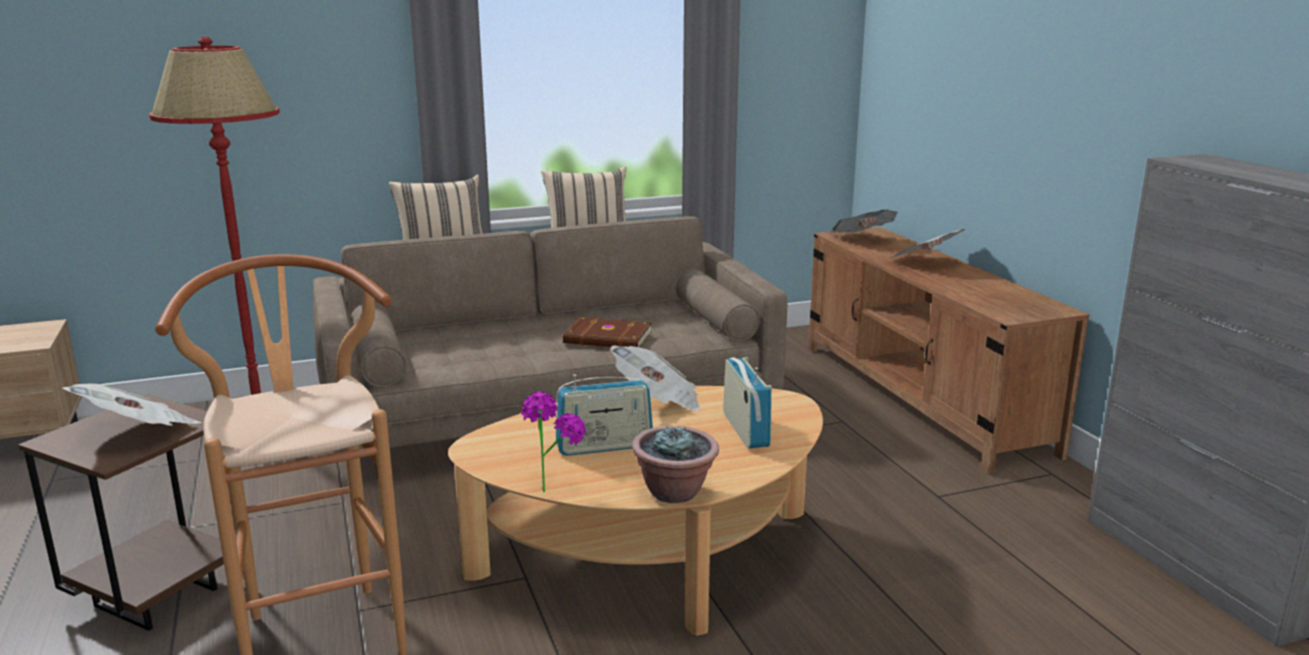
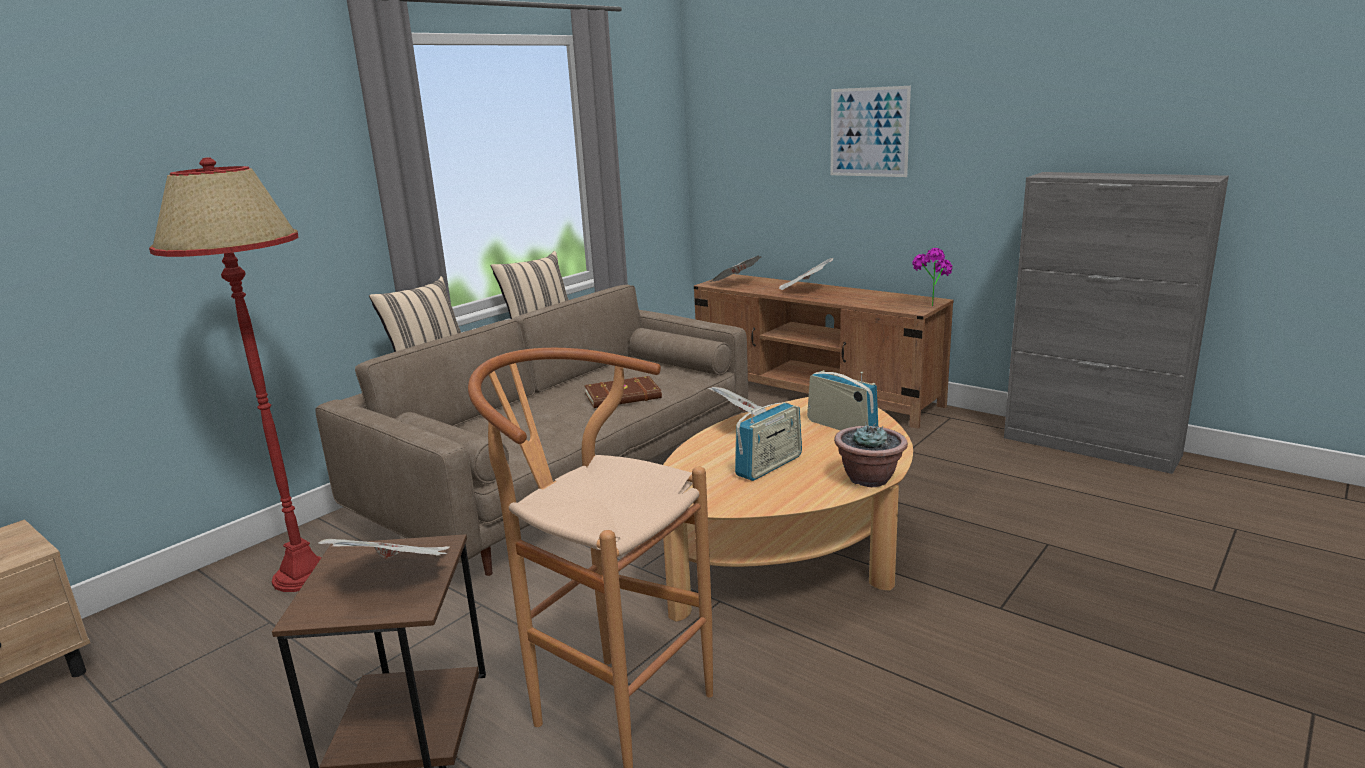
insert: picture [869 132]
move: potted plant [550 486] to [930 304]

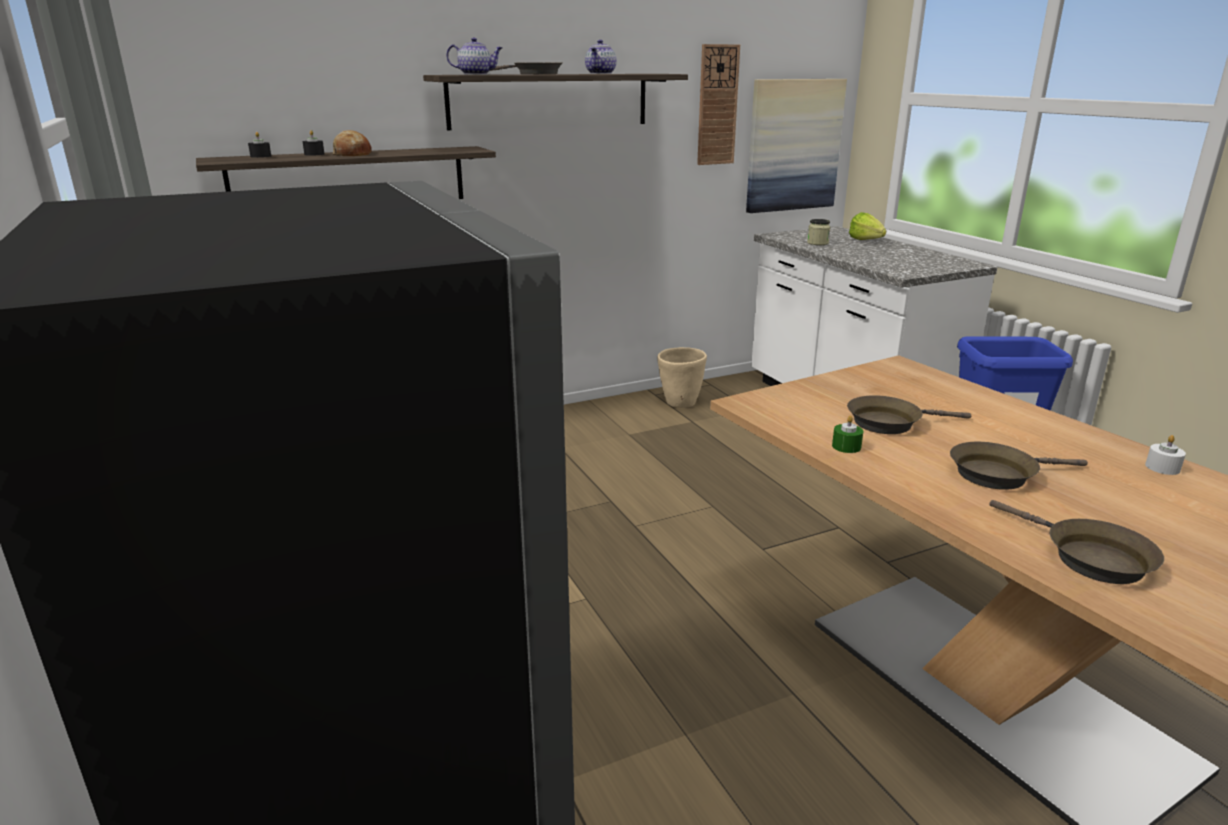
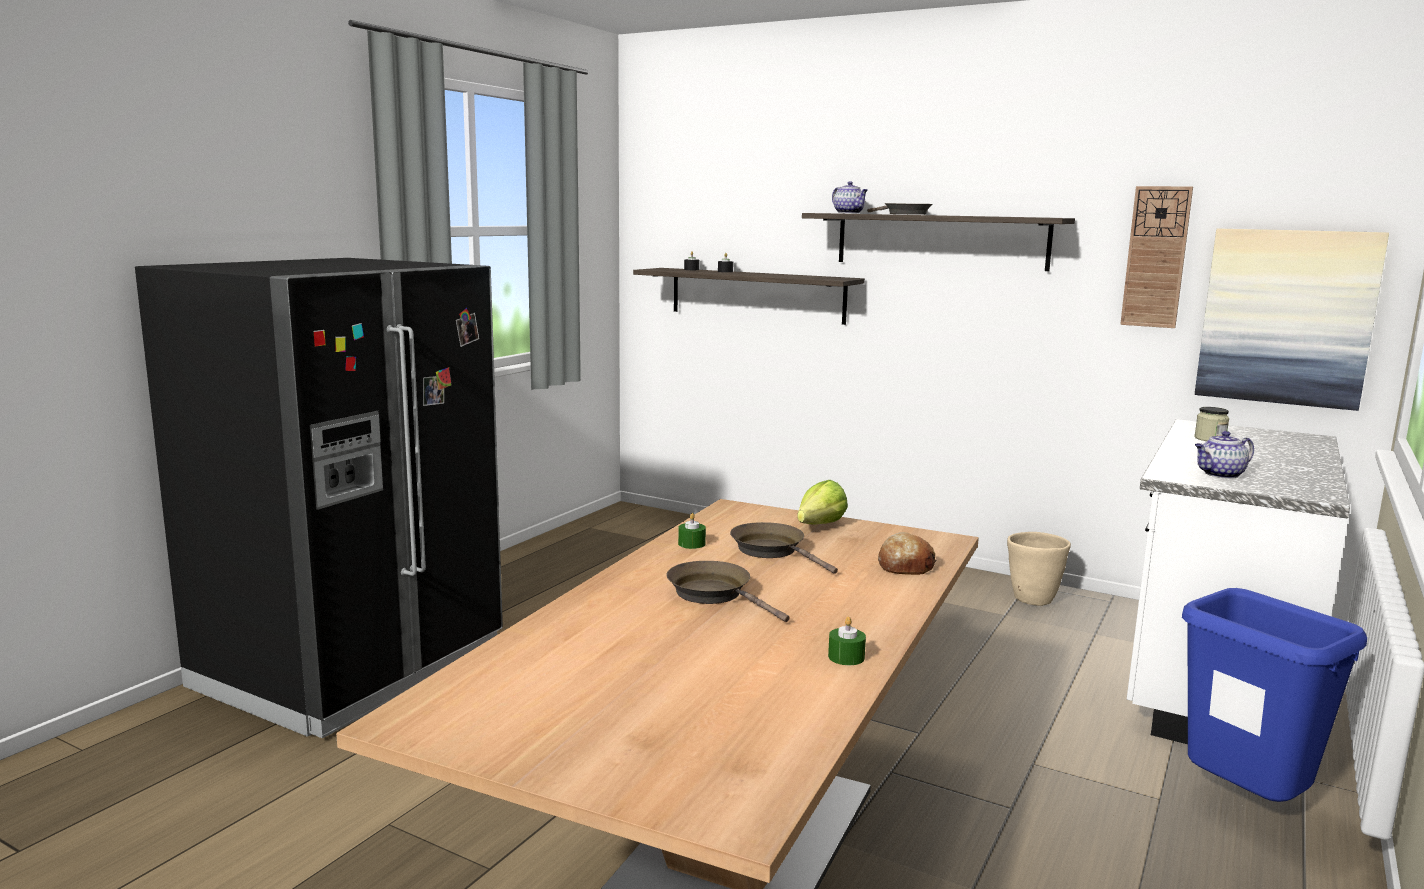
delete: frying pan (brown) [1089 558]
move: bread [352 154] to [905 566]; teapot [600 73] to [1220 475]; lettuce [867 241] to [815 528]
recolor: candle (white) [1162 467] to candle (green) [846 657]

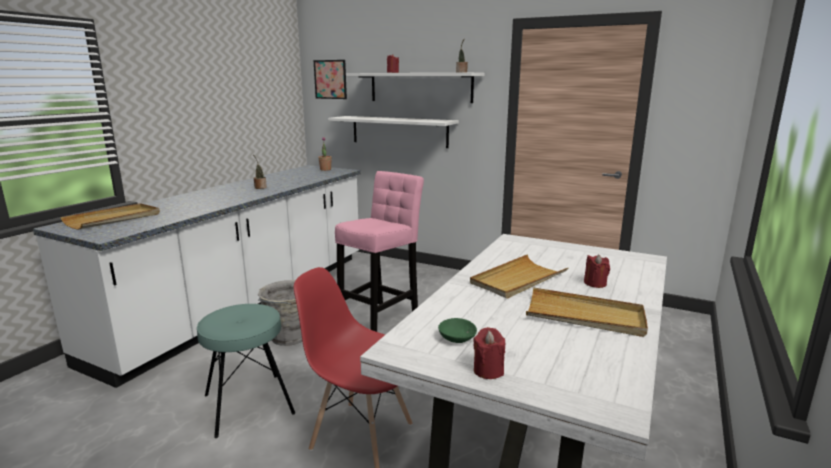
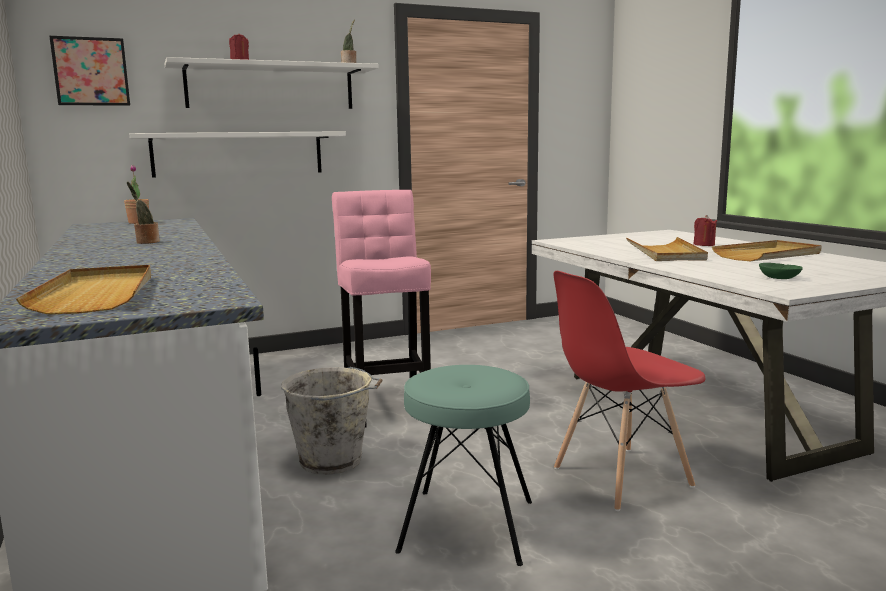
delete: candle (red) [488 370]

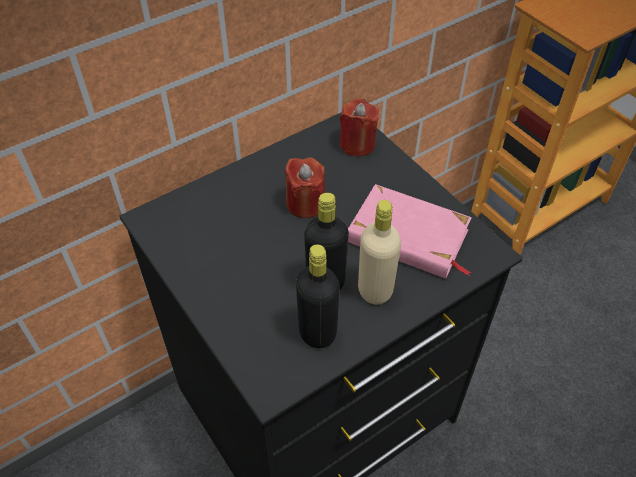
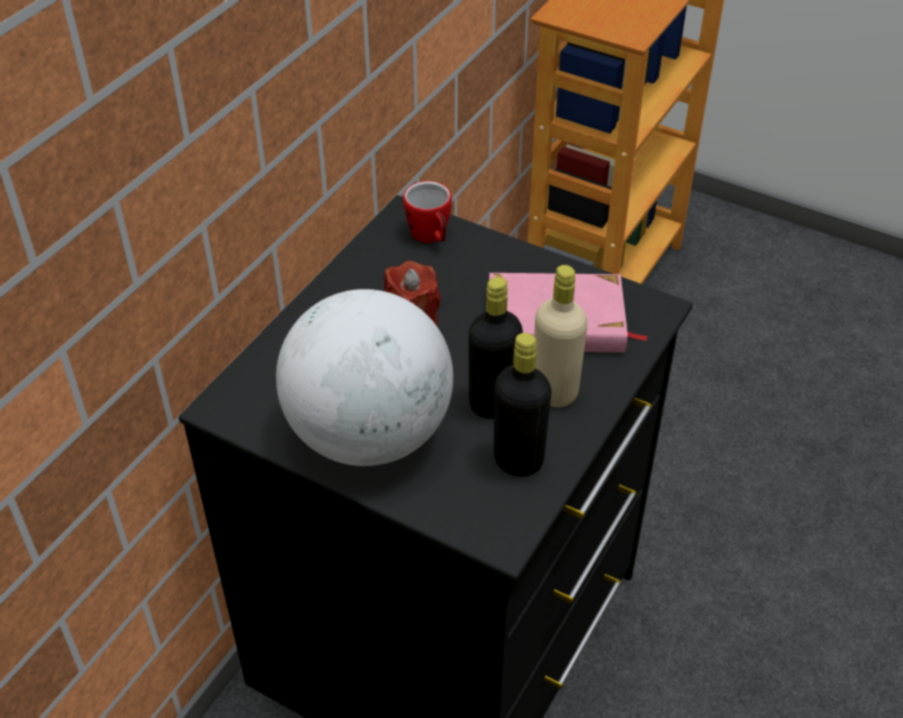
insert: globe [369 435]
replace: candle (red) [357 144] to mug [431 237]

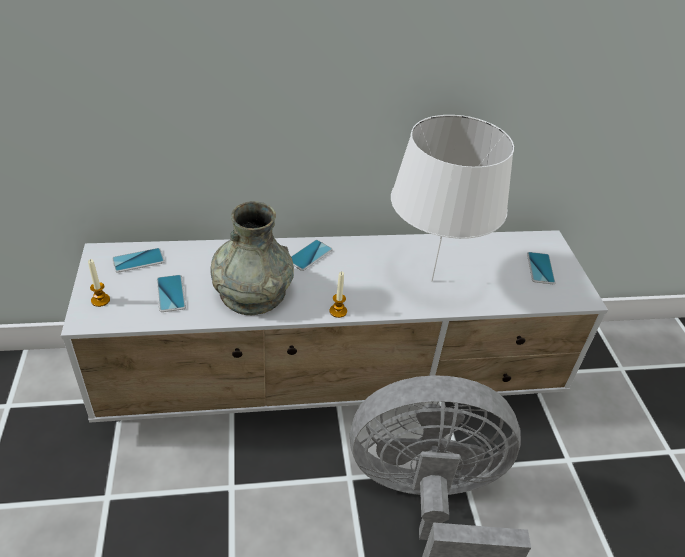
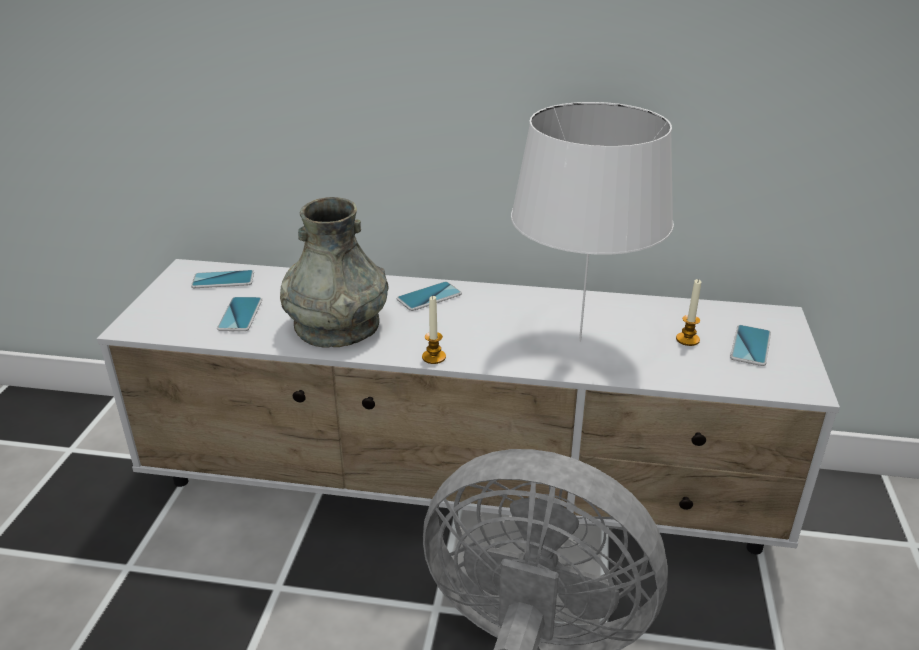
move: candle [100 300] to [687 339]

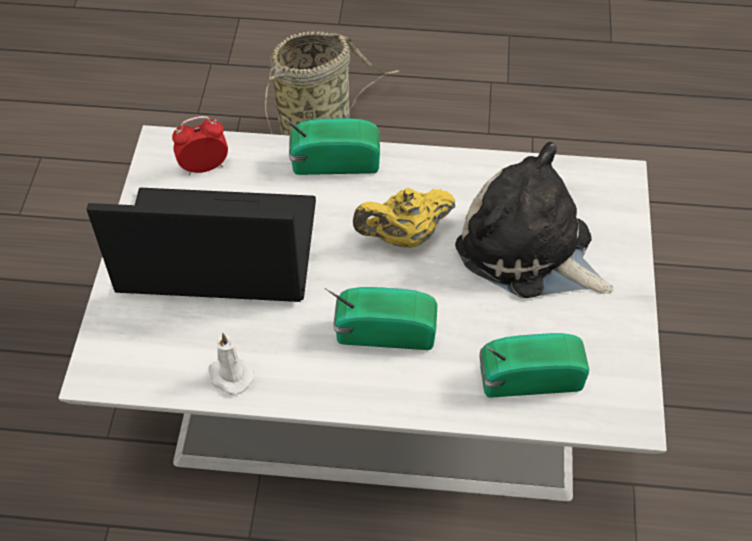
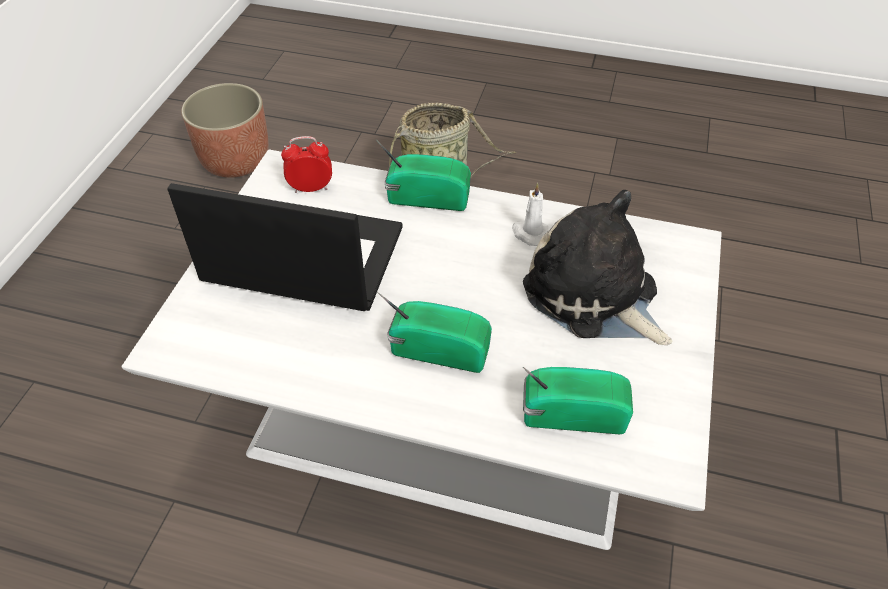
delete: teapot (yellow) [404 237]
insert: planter [236 160]
move: candle (white) [230 376] to [530 233]

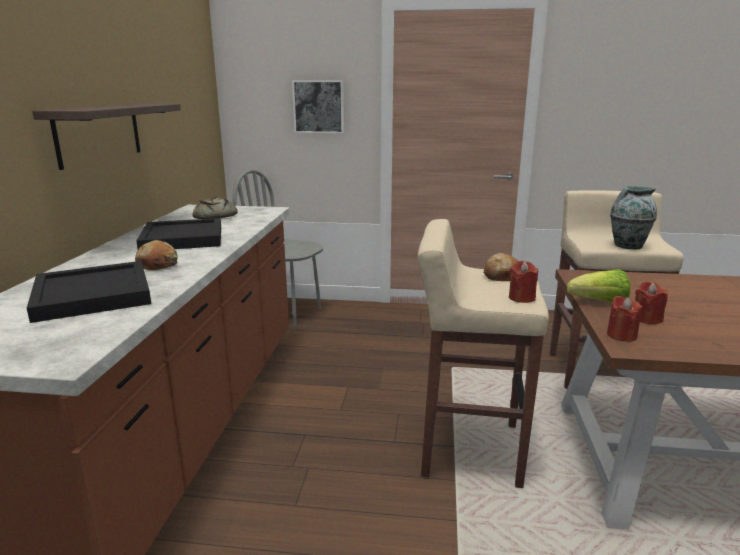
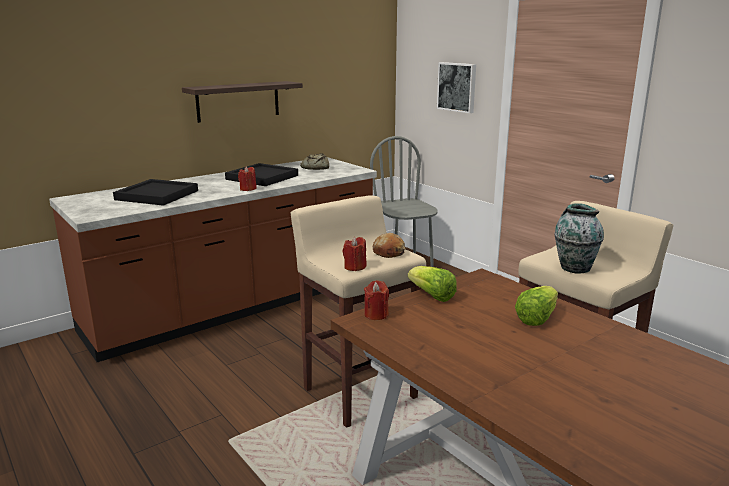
delete: bread [158 264]
insert: lettuce [536 318]
move: candle (red) [647 319] to [248 189]

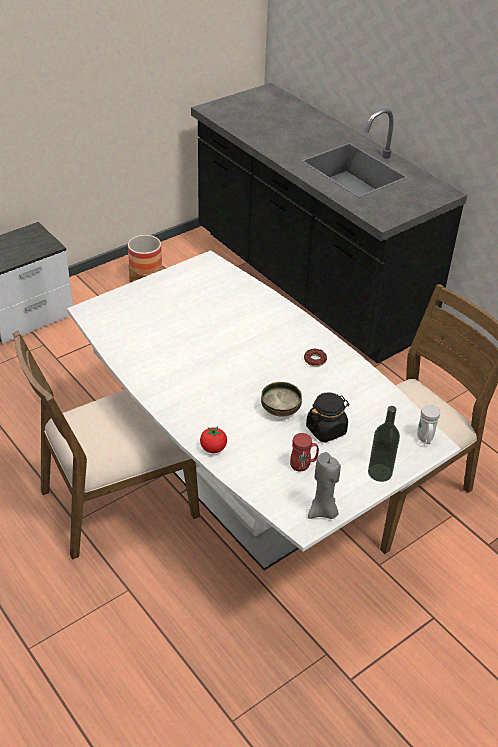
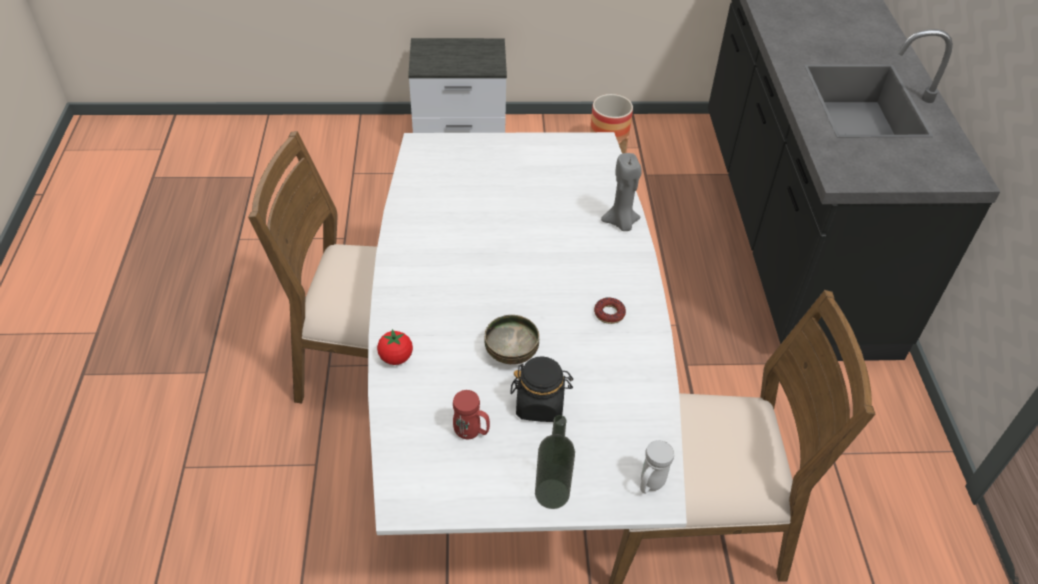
move: candle (grey) [323 512] to [621 223]

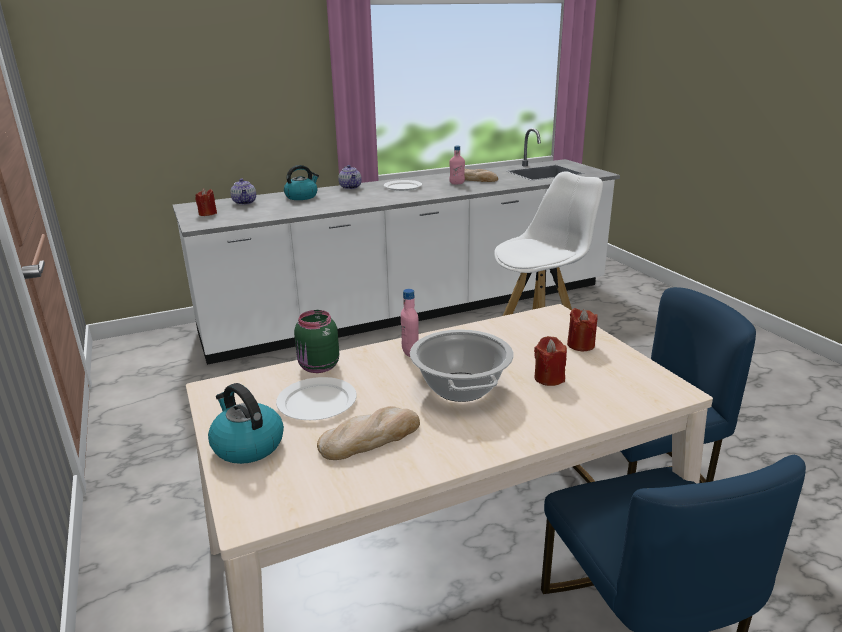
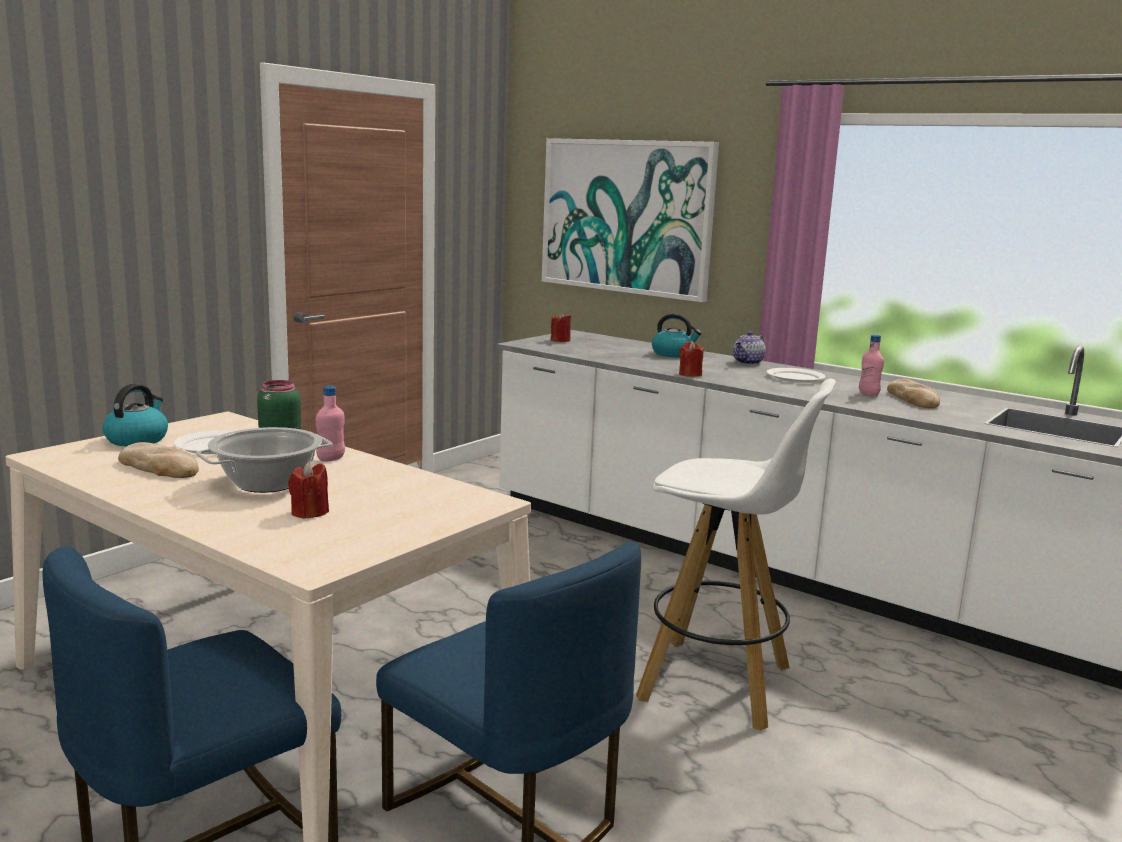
delete: teapot [245 202]
insert: picture [626 216]
move: candle (red) [580 345] to [690 374]

